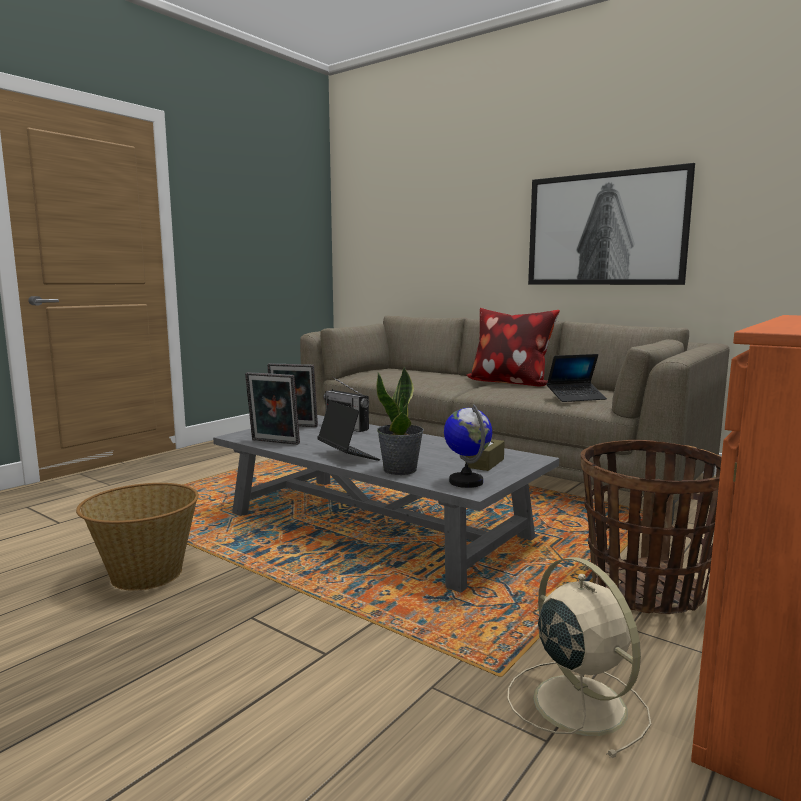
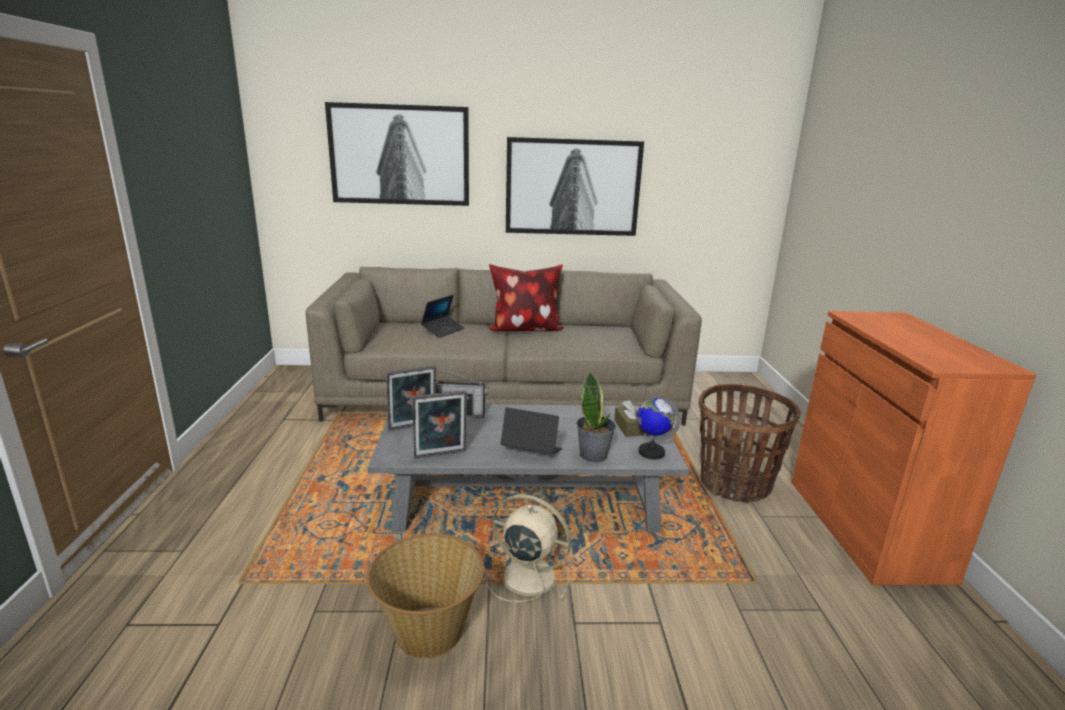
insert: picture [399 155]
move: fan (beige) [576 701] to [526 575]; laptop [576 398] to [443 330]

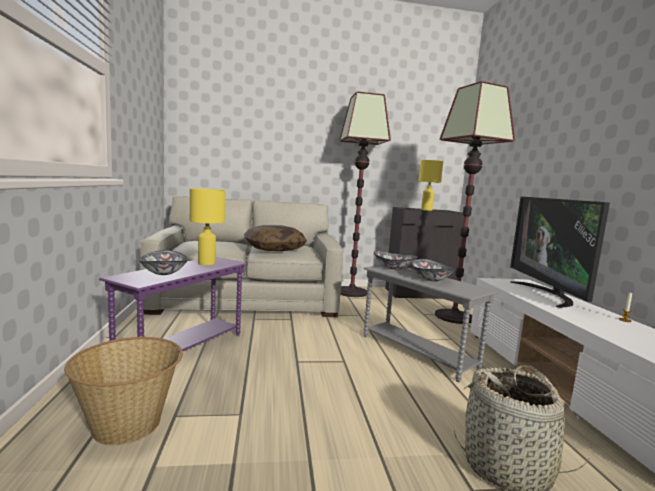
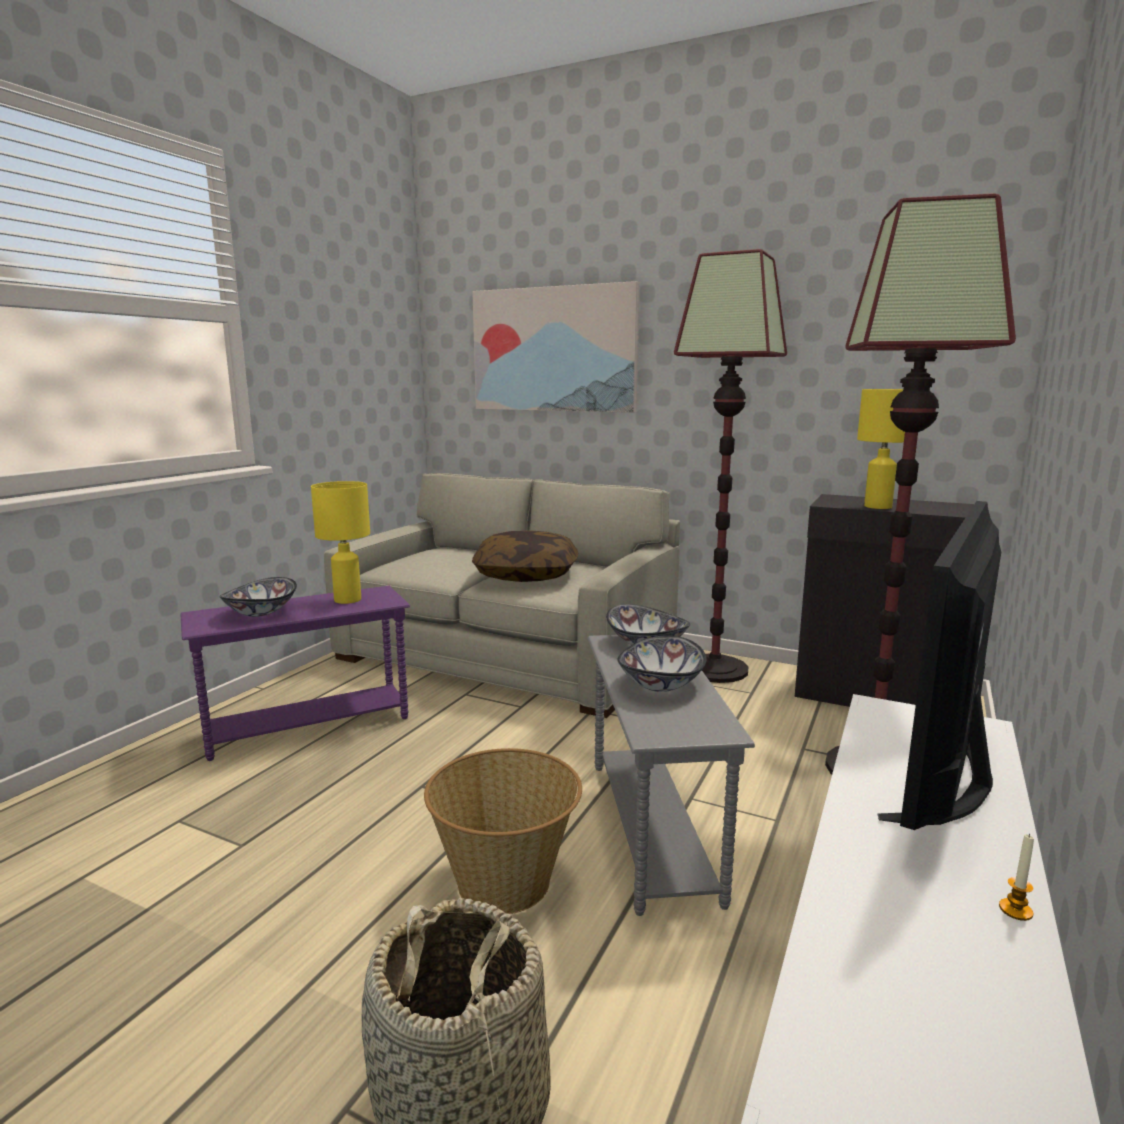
insert: picture [554 350]
move: basket [128 424] to [505 883]

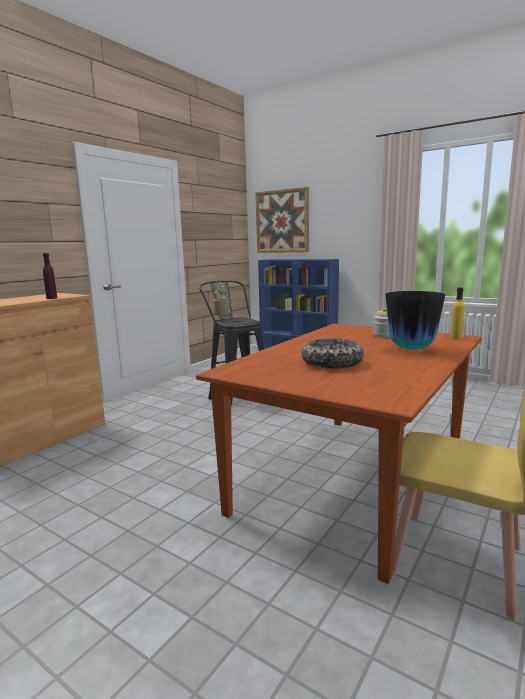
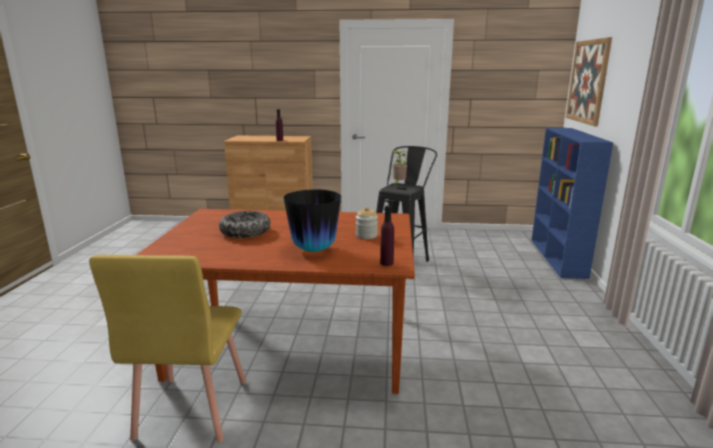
recolor: bottle (yellow) [456 338] to bottle (purple) [386 263]

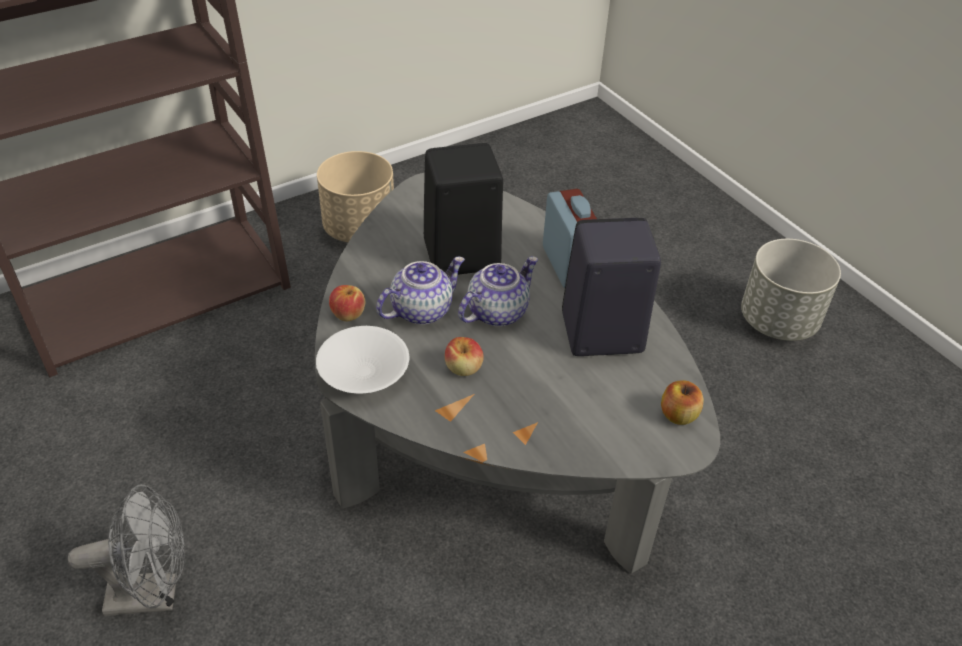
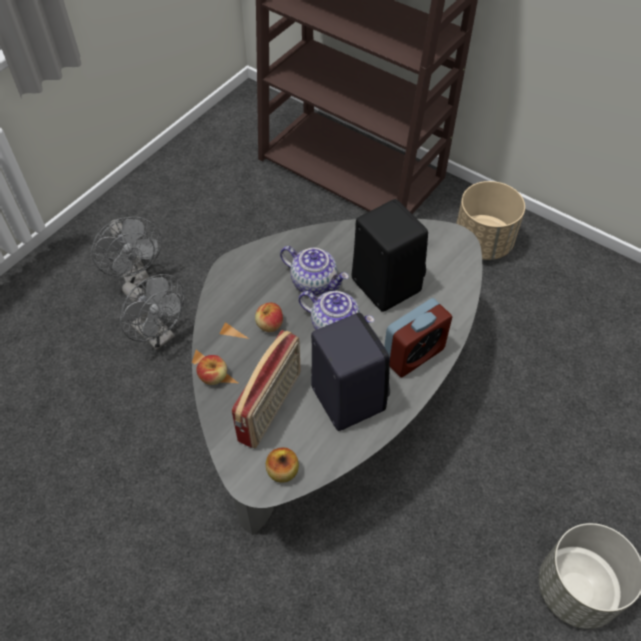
delete: bowl (white) [365 373]
insert: fan (grey) [158 336]; radio [271 407]
move: apple [348 313] to [213 376]

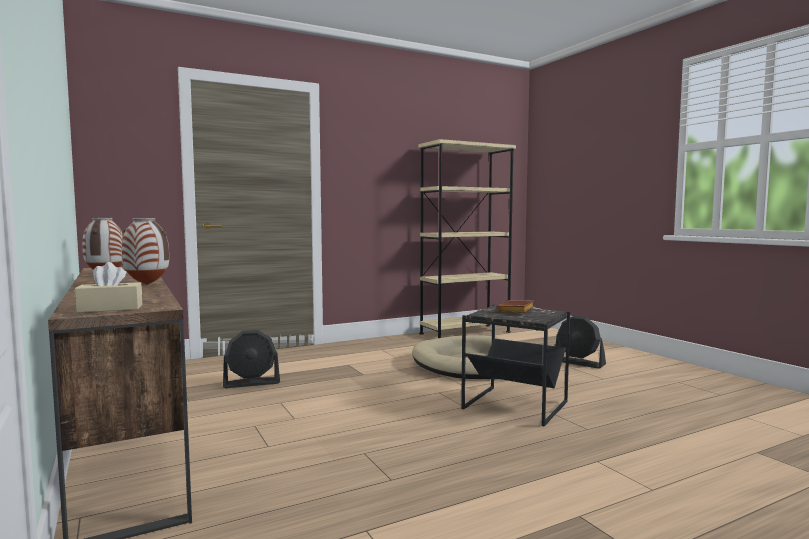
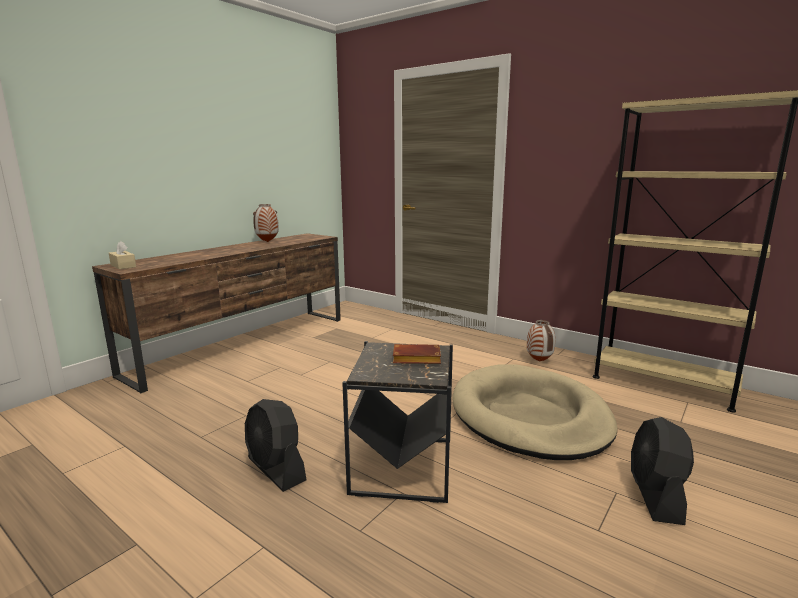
move: vase [148 284] to [539 361]; fan (black) [252 383] to [276 469]

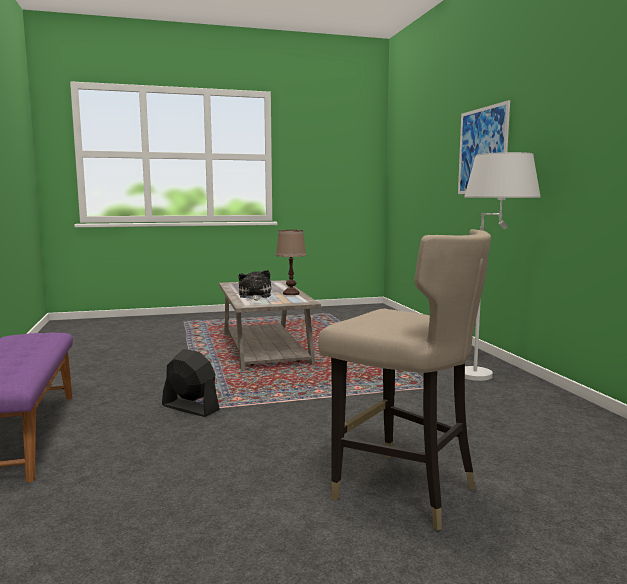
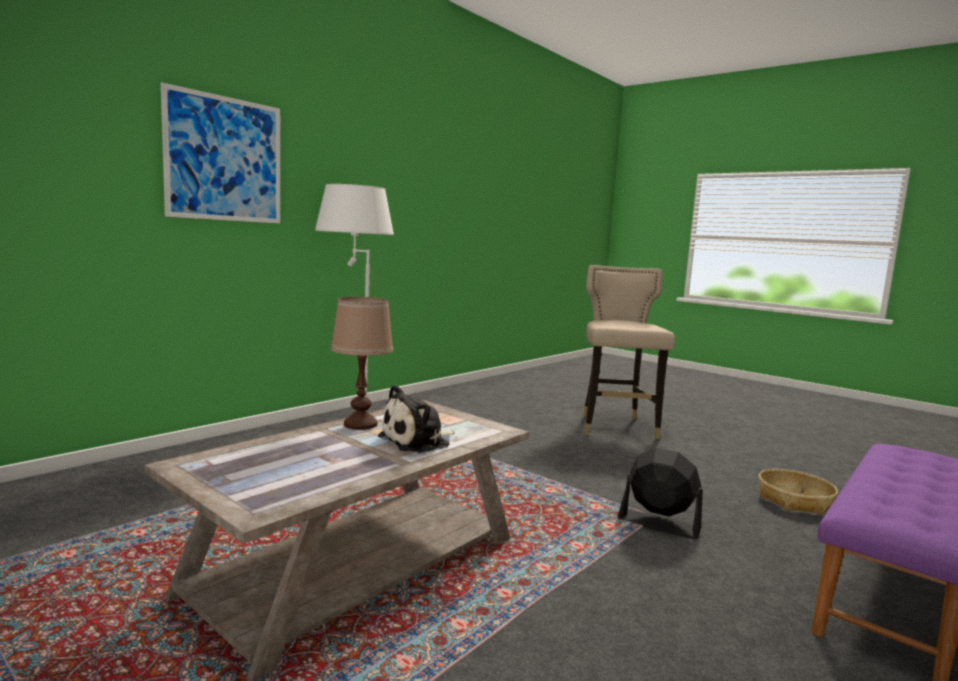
insert: basket [795 500]
rotate: fan (black) [190 408] = [658 524] 120 degrees clockwise

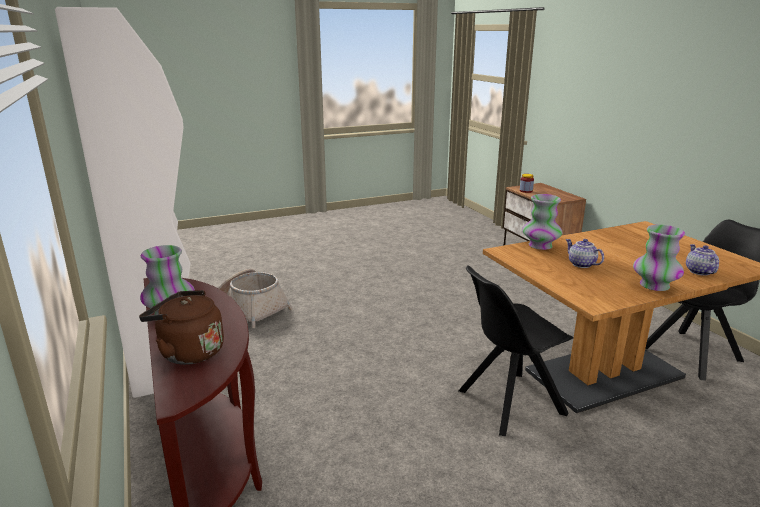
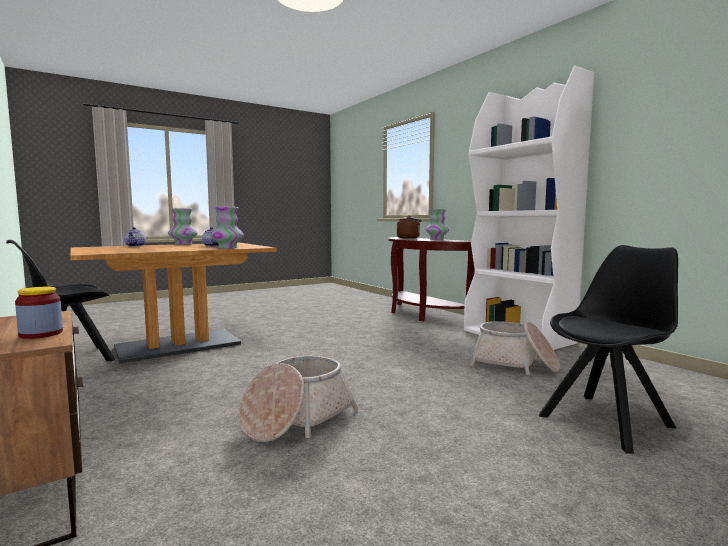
insert: basket [296 419]
move: chair (black) [508 403] to [607 421]

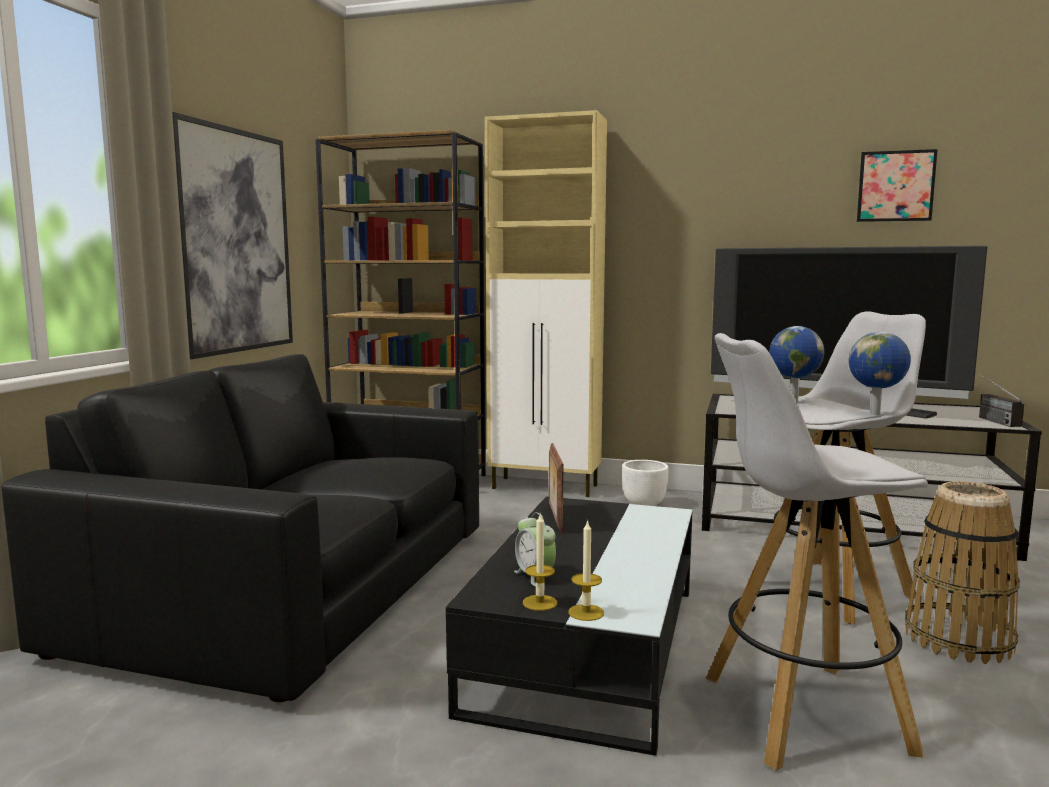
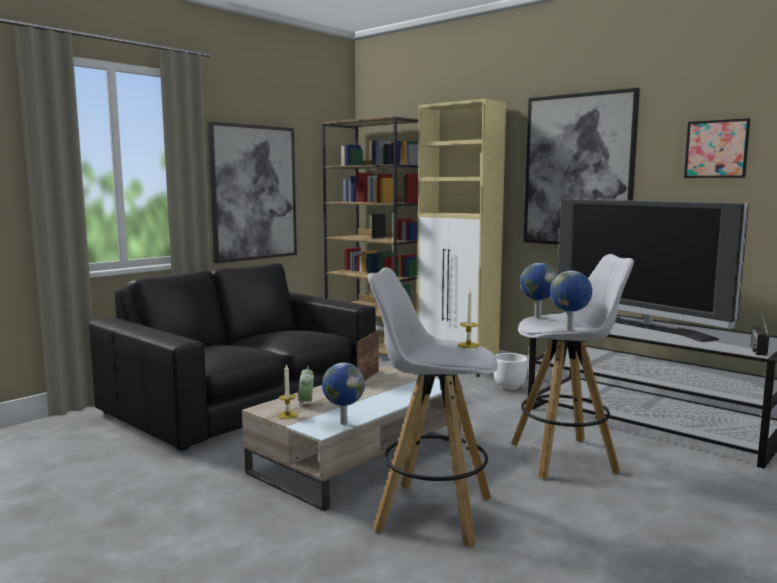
delete: basket [958 639]
insert: globe [343 423]; picture [578 170]
move: candle [586 612] to [468 345]
recolor: coffee table (black) [588 646] to coffee table (beige) [359 457]

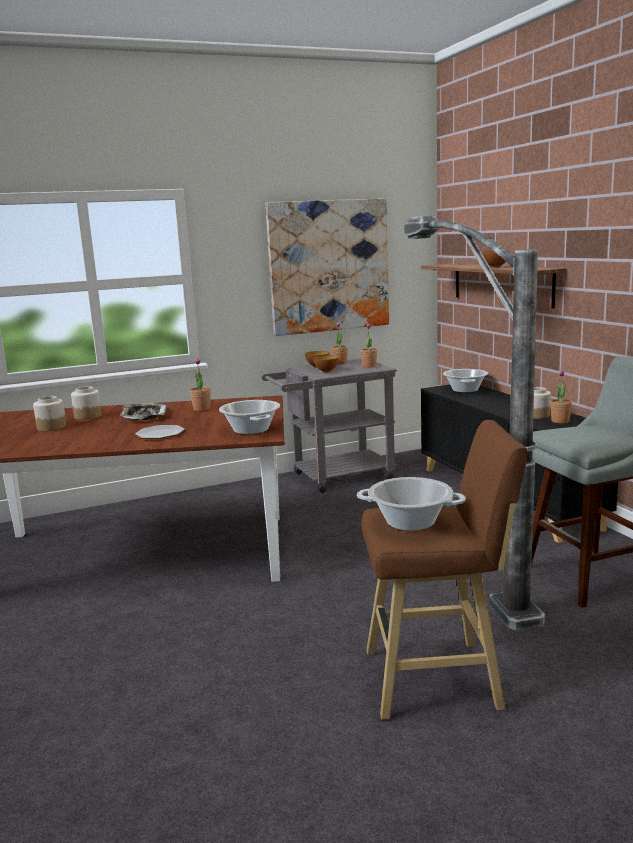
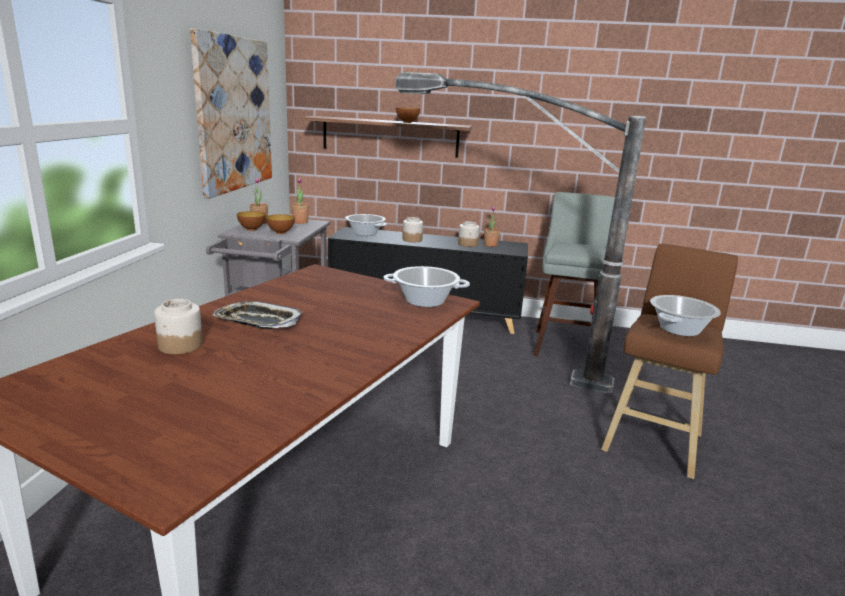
delete: plate [160 433]; potted plant [201 409]
move: jar [52 427] to [412 239]

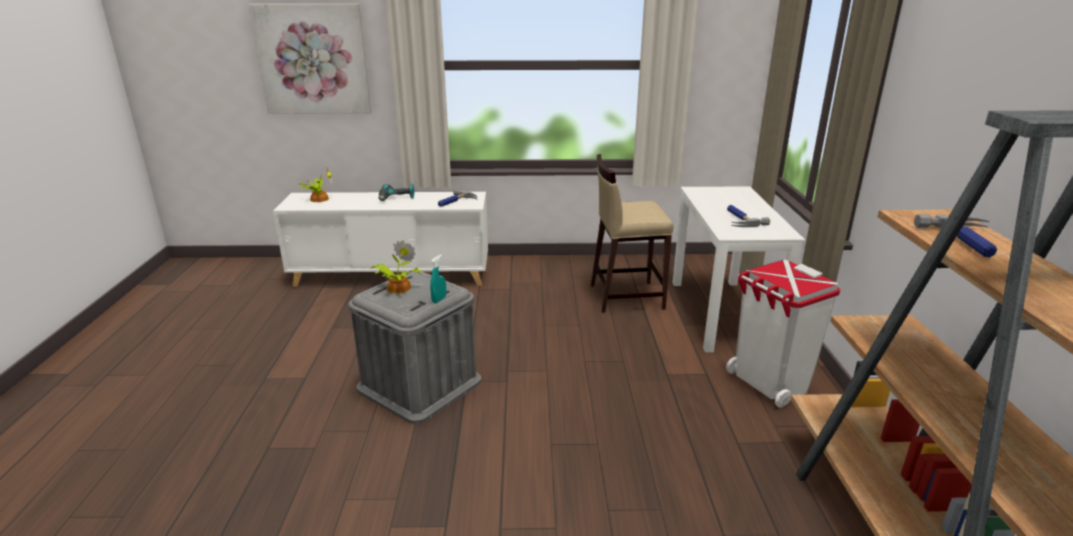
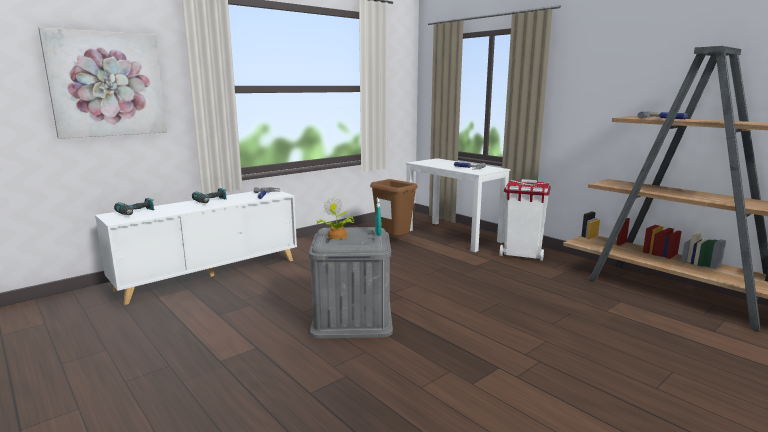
replace: potted plant [318 199] to power drill [137 213]; stool (beige) [625 296] to trash can (brown) [393 242]

